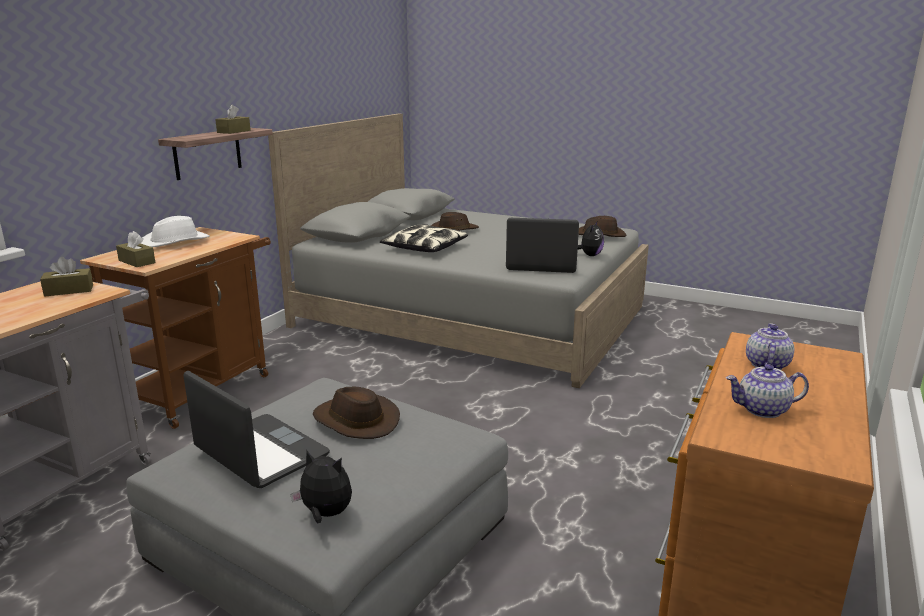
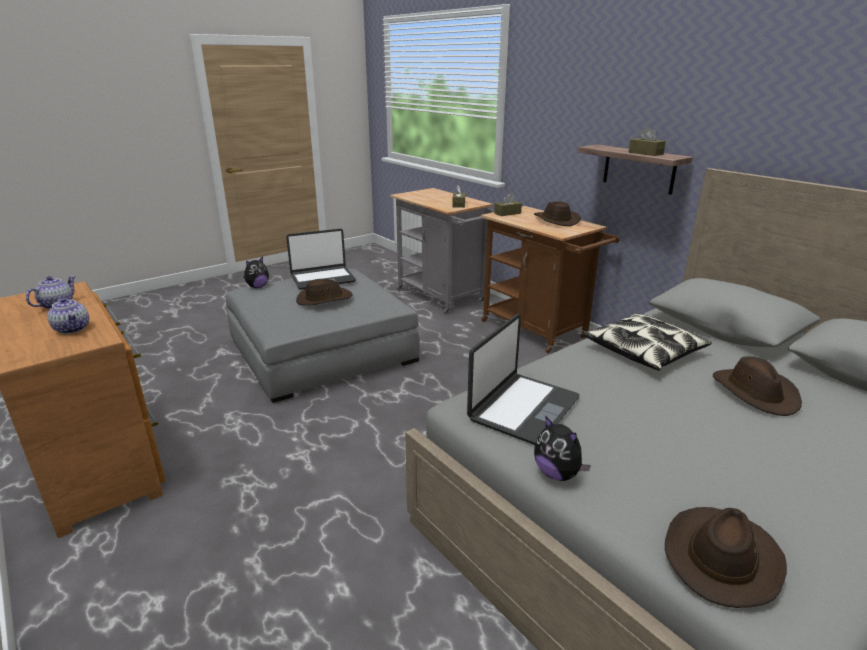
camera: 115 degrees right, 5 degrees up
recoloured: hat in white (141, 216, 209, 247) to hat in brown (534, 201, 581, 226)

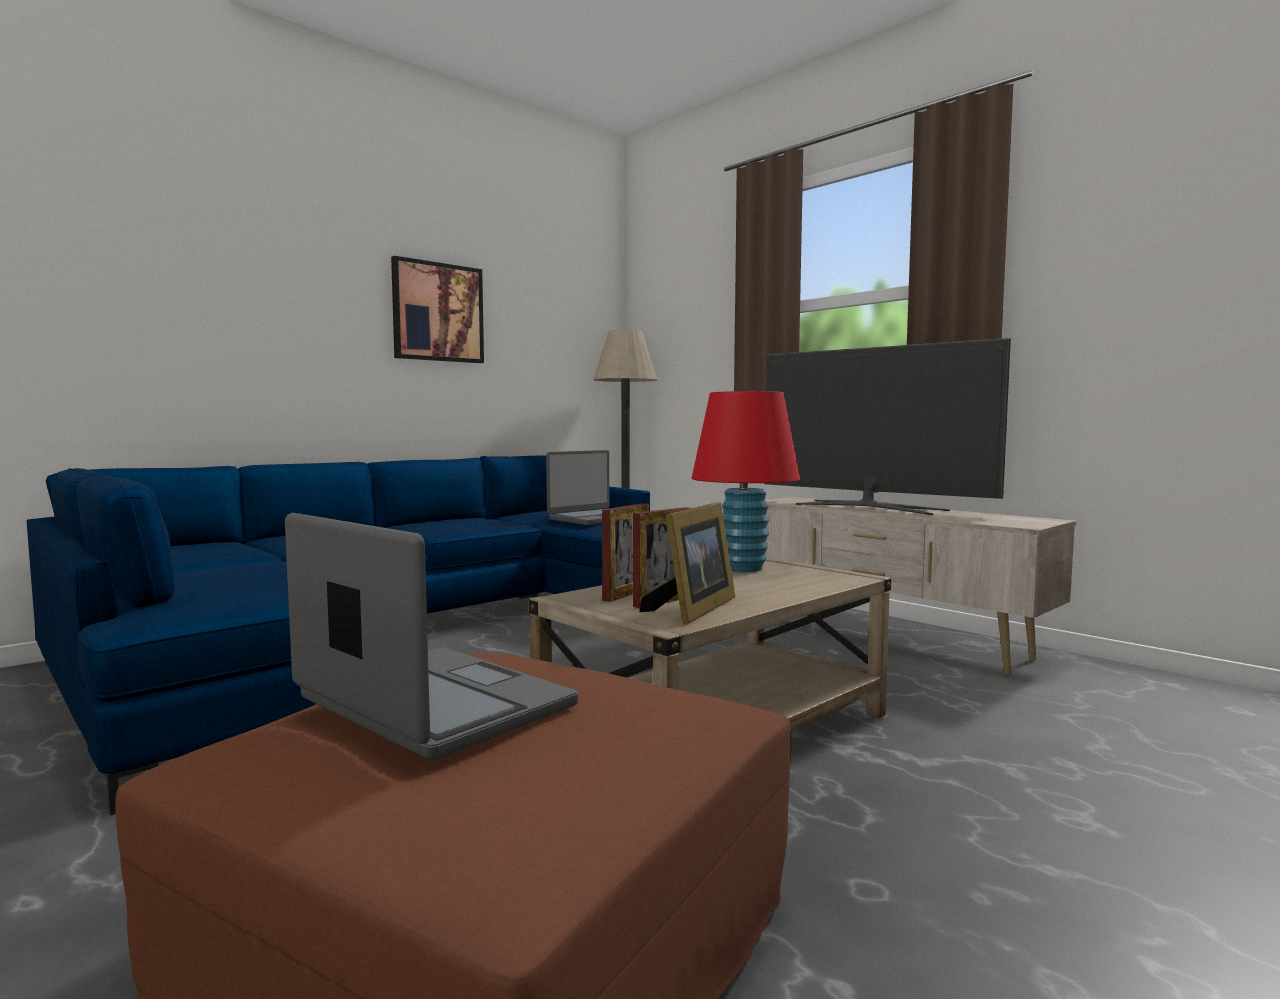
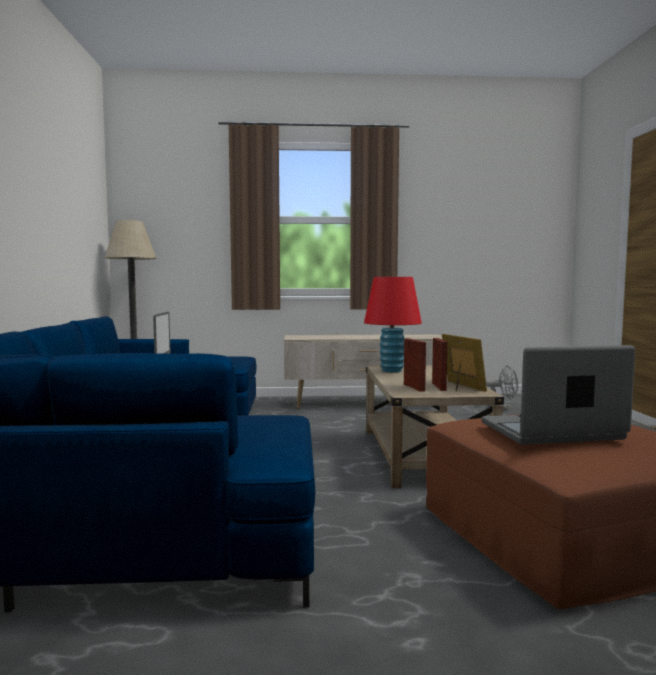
camera: 50 degrees left, 0 degrees up
removed: picture (391, 256, 484, 363); television (764, 338, 1011, 515)
added: fan in grey (486, 365, 518, 410)

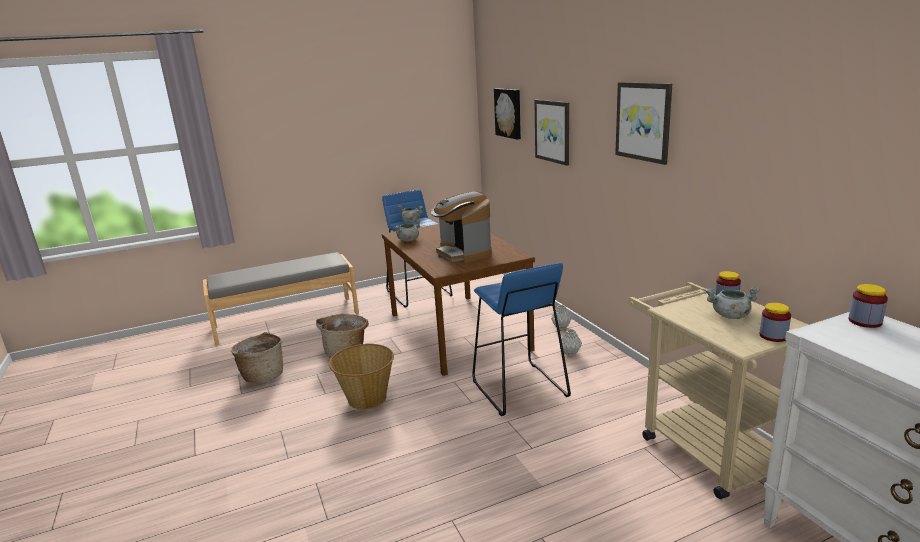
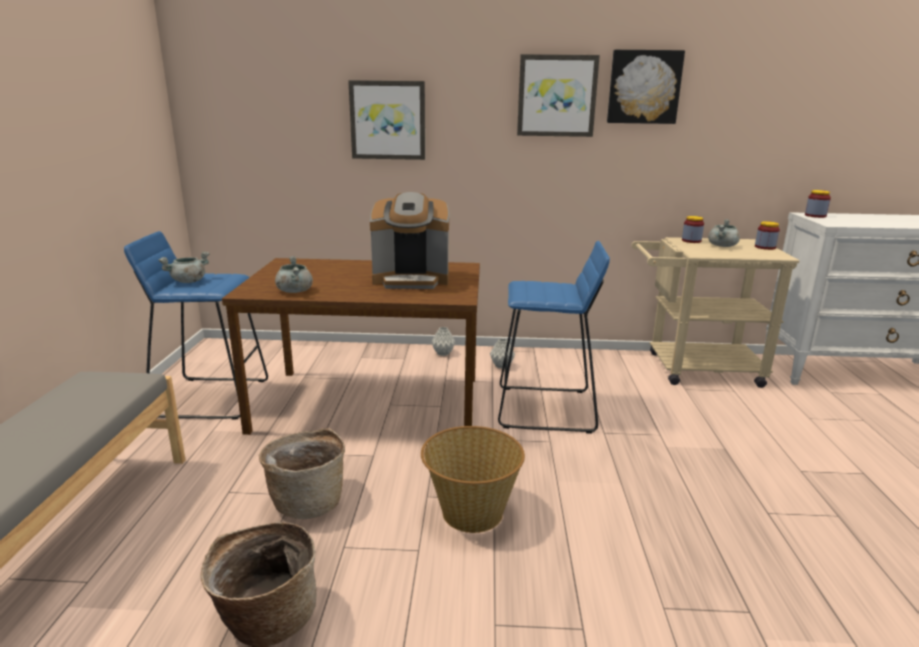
camera: 65 degrees left, 0 degrees up
moved: picture (494, 88, 521, 140) to (607, 50, 685, 124)

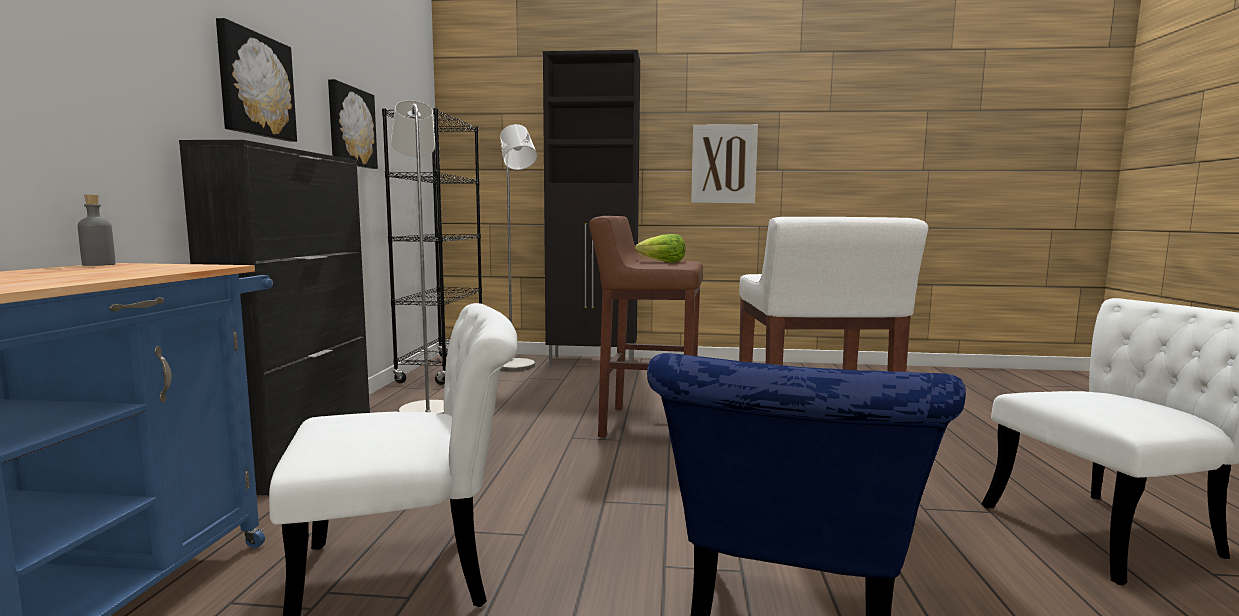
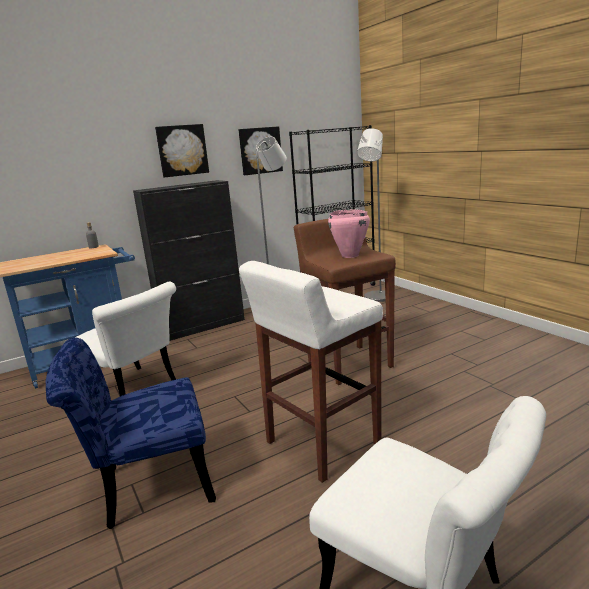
camera: 55 degrees right, 10 degrees up
removed: cabinet in black (543, 50, 640, 364); picture (691, 124, 758, 203)
replaced: lettuce (635, 234, 685, 263) to cooking pot in pink (328, 209, 370, 258)

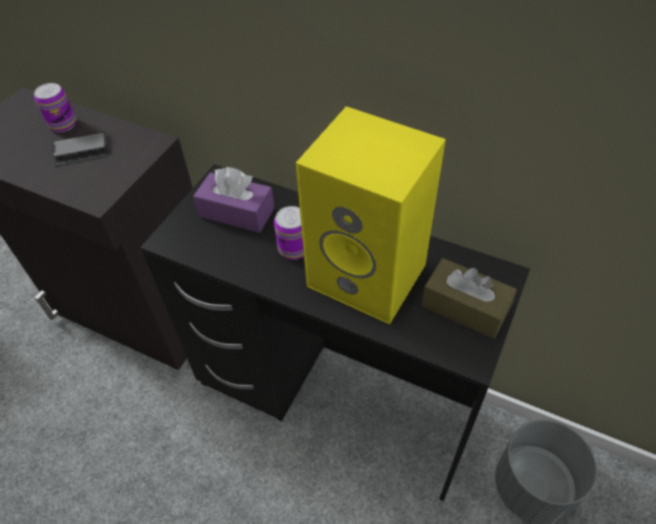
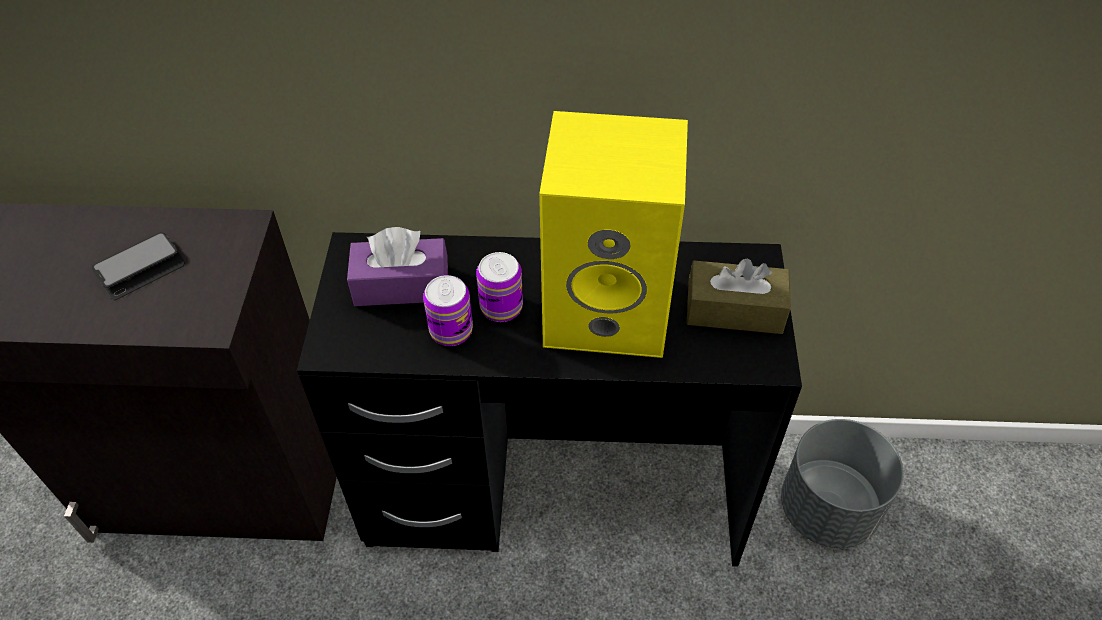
camera: 25 degrees left, 0 degrees up
moved: can (34, 83, 76, 132) to (423, 275, 473, 346)

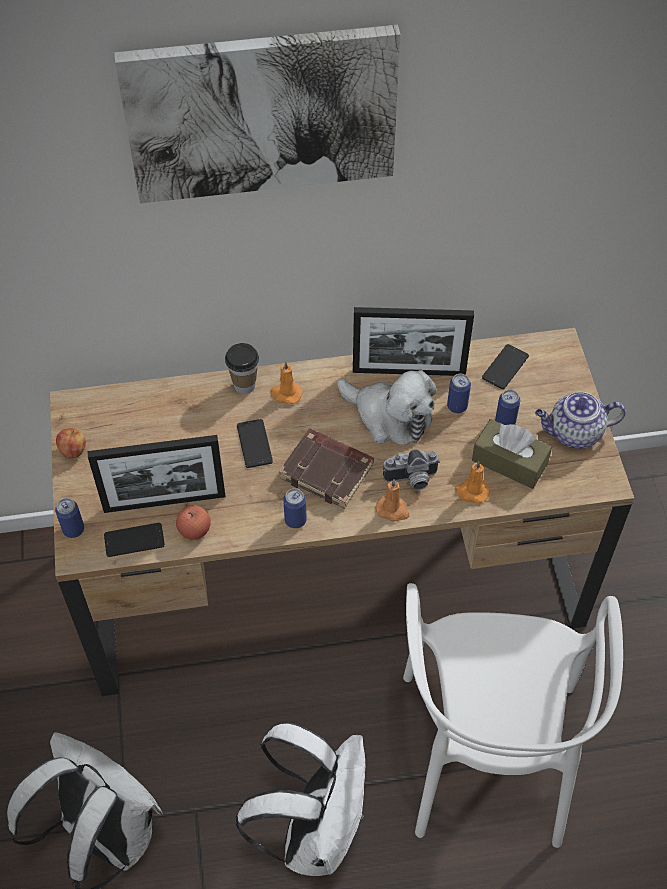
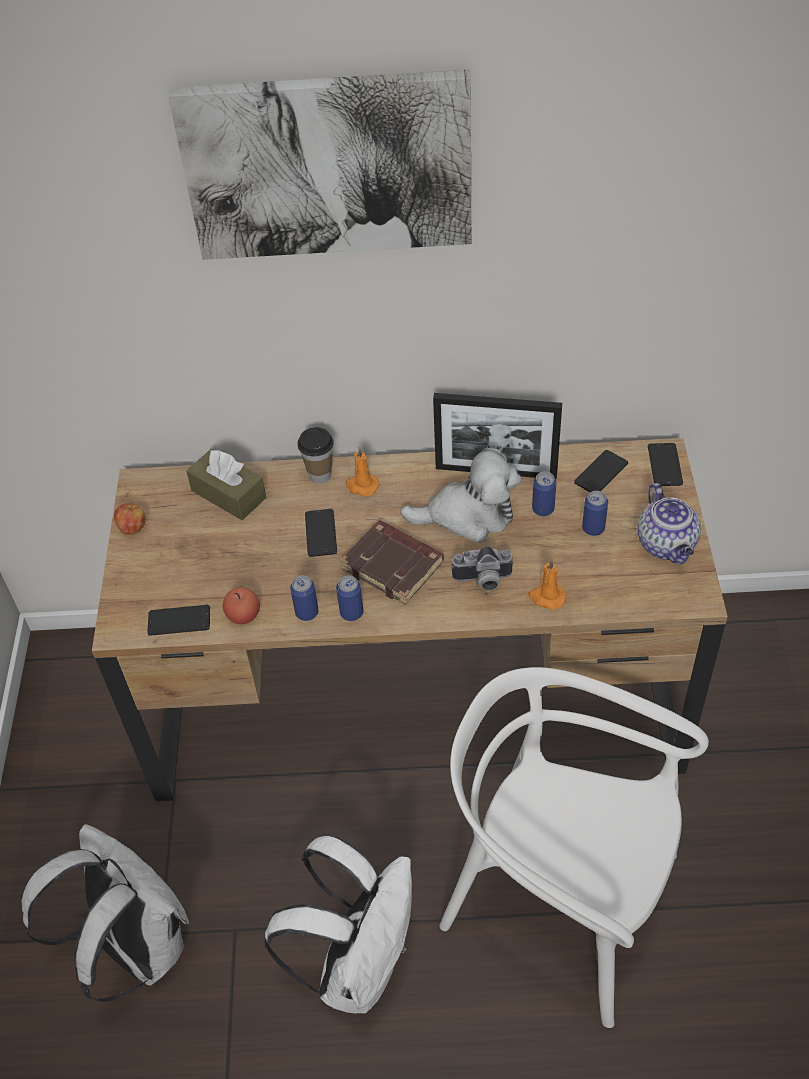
camera: 10 degrees right, 5 degrees down
removed: picture frame (88, 435, 226, 513); candle in orange (376, 479, 409, 522)
added: phone (648, 443, 683, 486)
moved: can (55, 498, 84, 538) to (290, 575, 318, 621); tissue box in brown (472, 419, 552, 489) to (186, 449, 266, 520)
turned: plush toy (337, 370, 437, 445) = (400, 448, 521, 543) 45 degrees counterclockwise; chair in white (403, 583, 623, 848) = (439, 667, 709, 1028) 105 degrees clockwise; teapot (535, 392, 626, 449) = (638, 483, 701, 565) 105 degrees counterclockwise

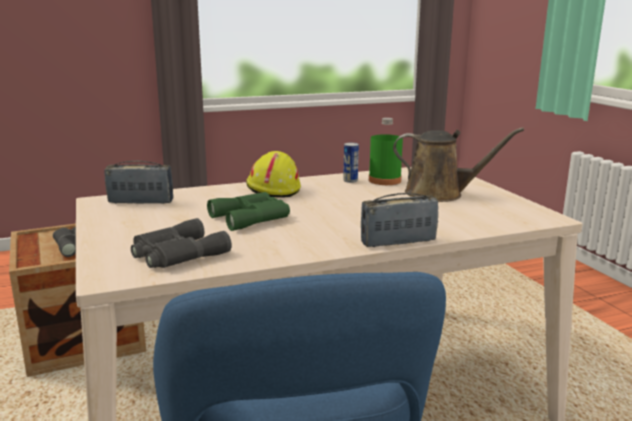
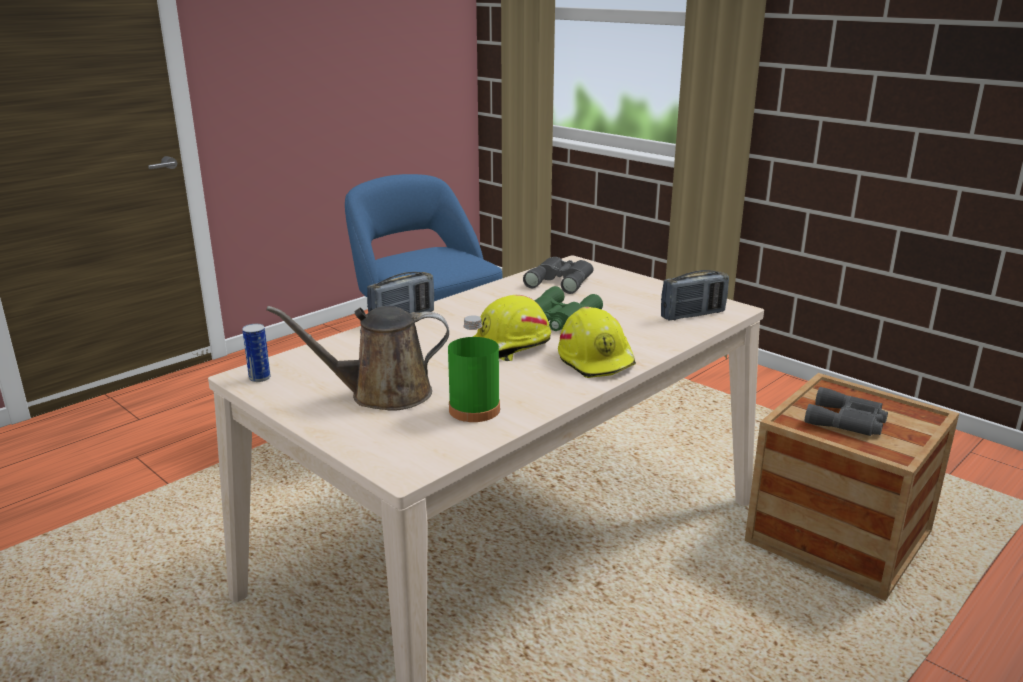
camera: 155 degrees right, 5 degrees up
added: hard hat in yellow (473, 295, 551, 361)
moved: can (343, 143, 359, 183) to (242, 324, 271, 382)

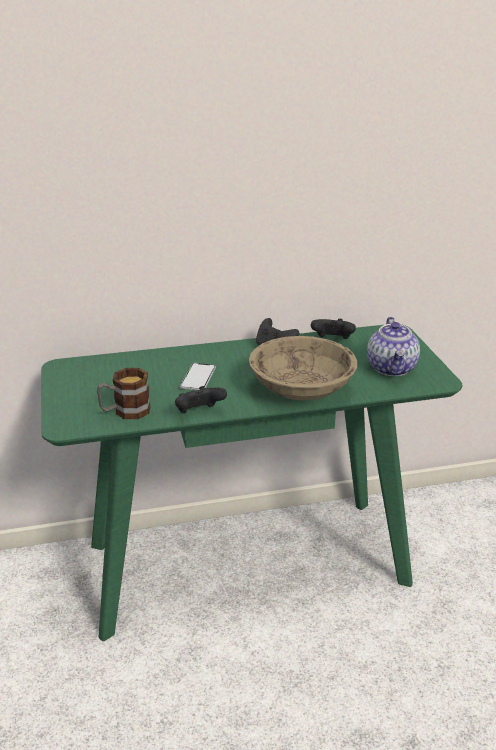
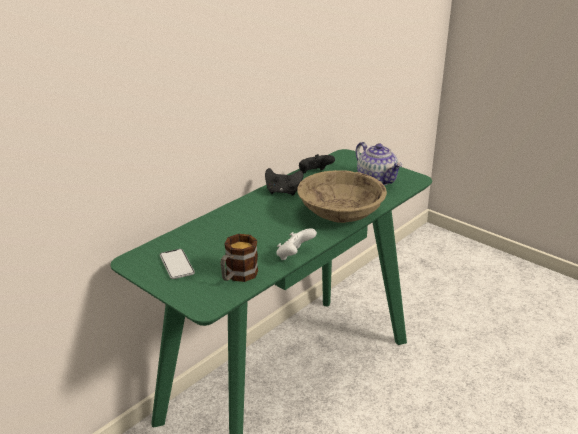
camera: 35 degrees left, 0 degrees up
moved: phone (180, 363, 216, 390) to (160, 249, 195, 279)
recoloured: game controller in black (175, 386, 227, 413) to game controller in white (276, 228, 317, 260)

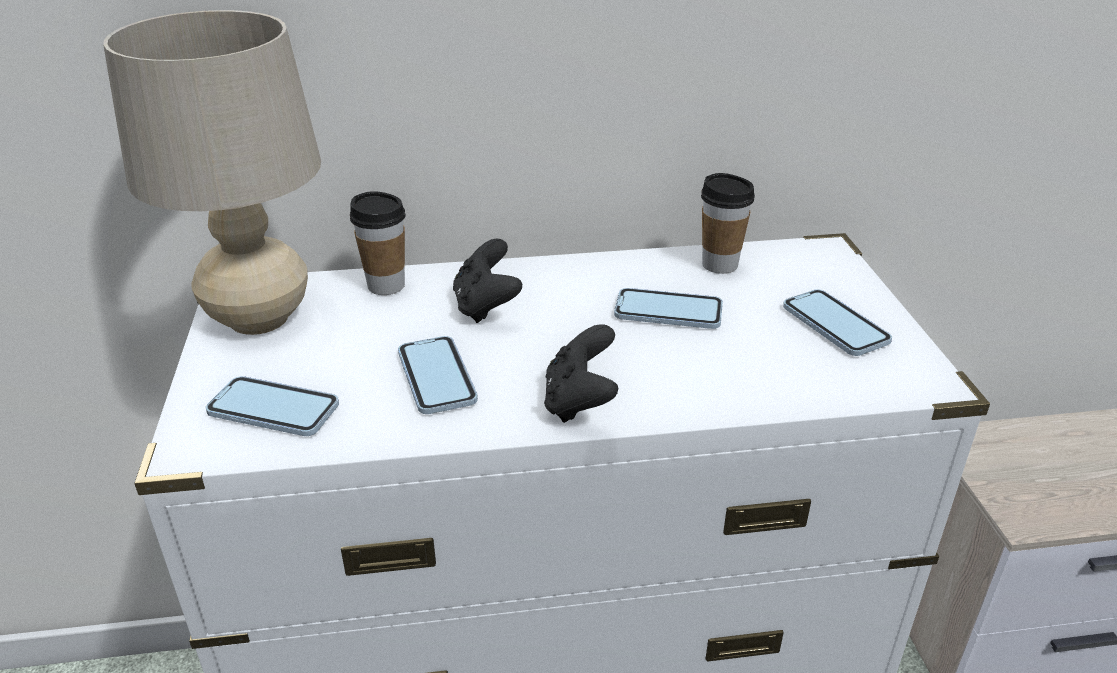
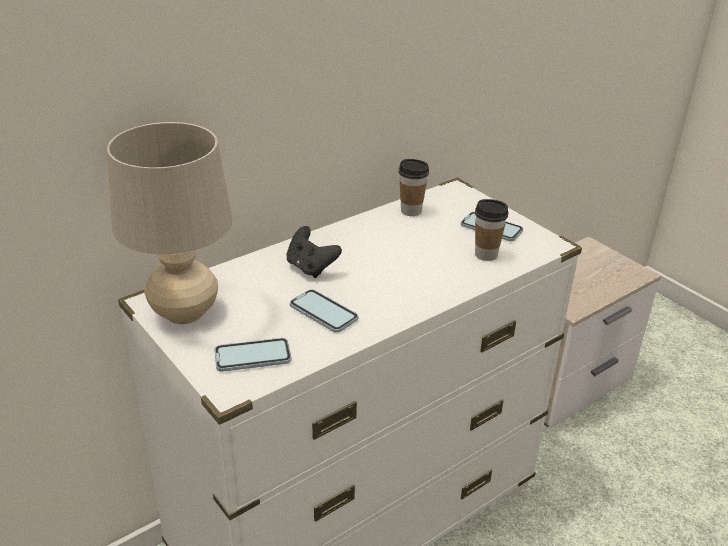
camera: 30 degrees left, 0 degrees up
removed: game controller in black (544, 324, 618, 423); phone (614, 288, 723, 329)
moved: cup (350, 191, 406, 295) to (475, 199, 509, 261)

